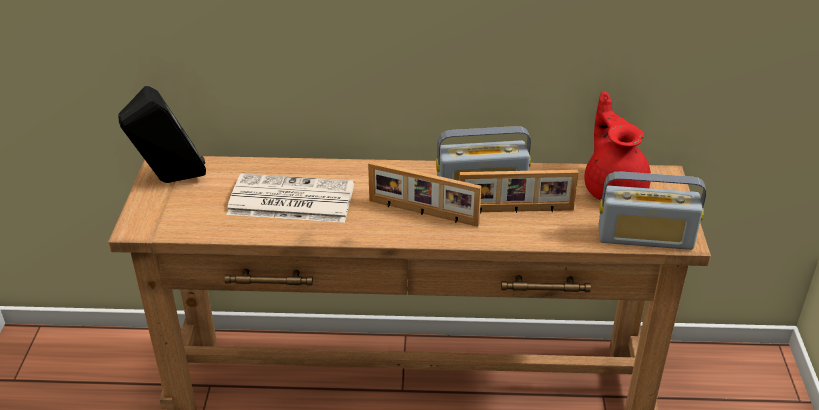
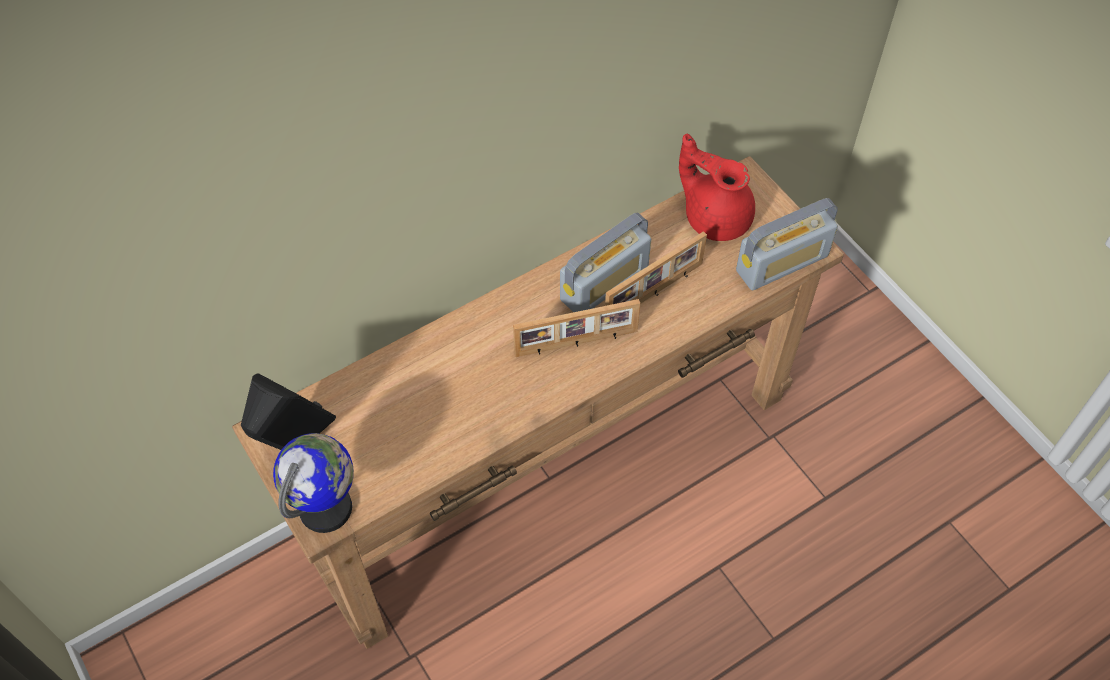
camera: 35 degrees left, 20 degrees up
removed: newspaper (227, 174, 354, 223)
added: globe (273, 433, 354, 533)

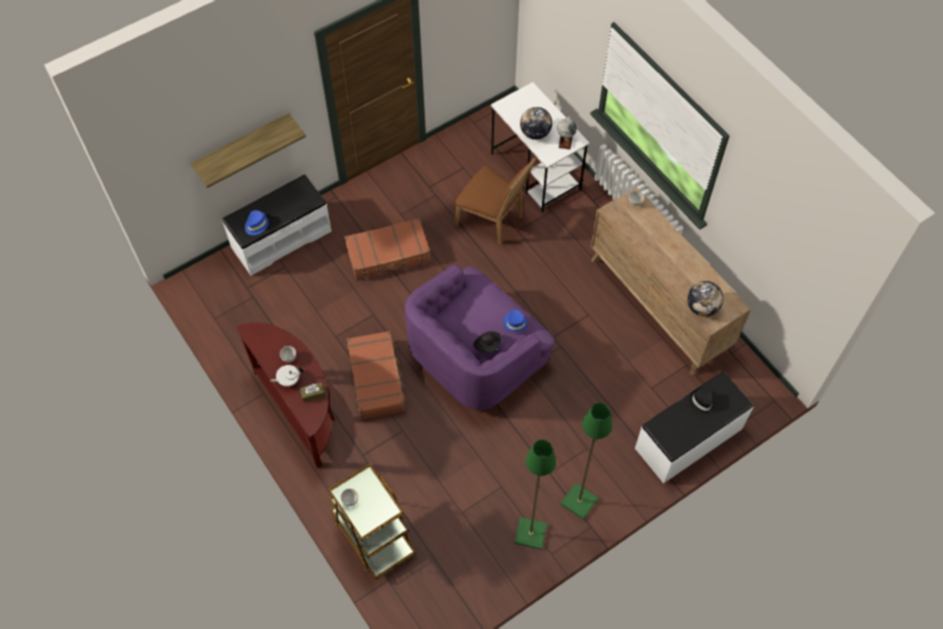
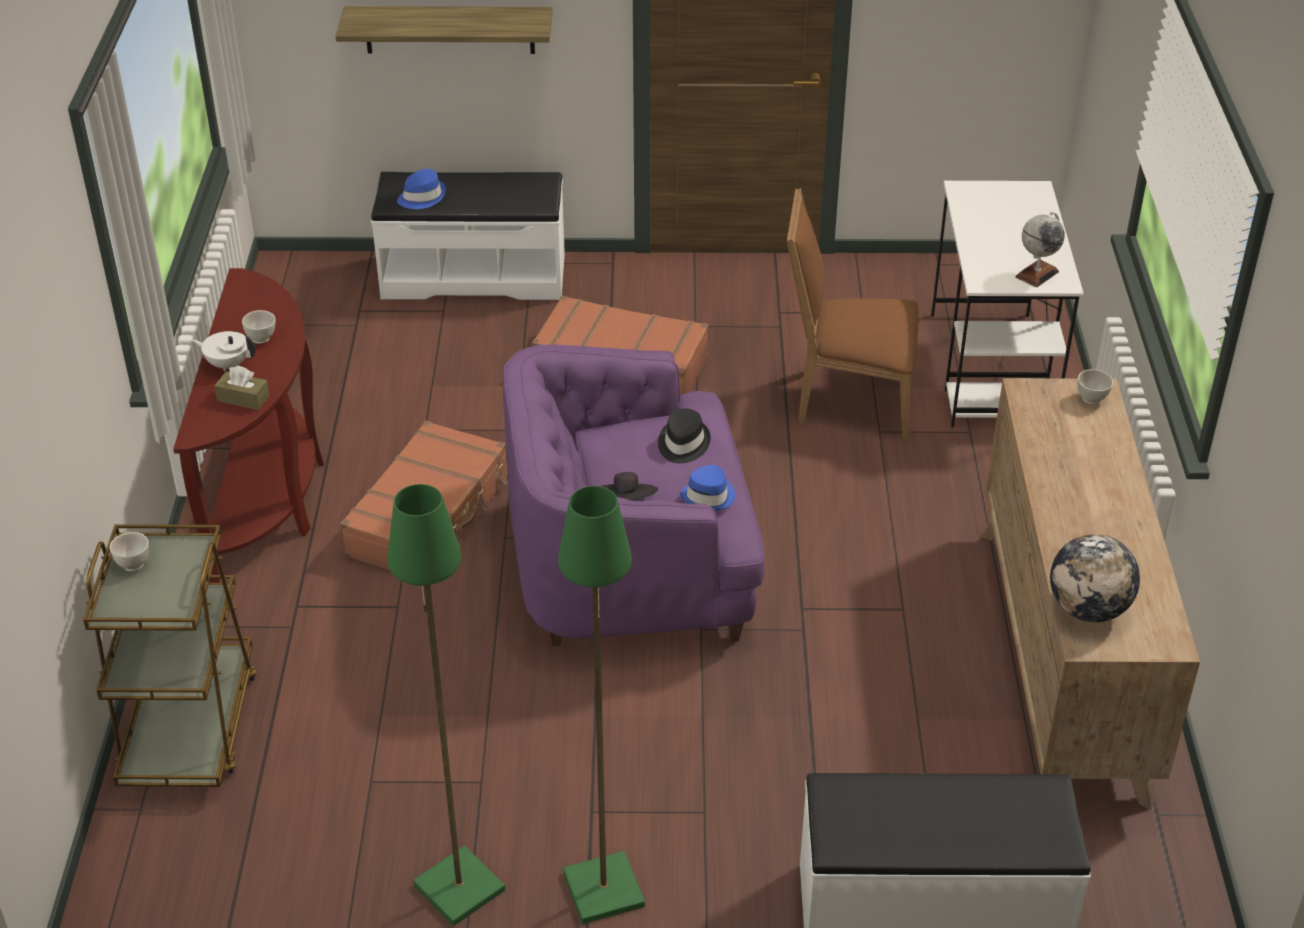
camera: 35 degrees right, 20 degrees down
removed: globe (520, 107, 552, 140)
moved: hat in black (690, 387, 715, 415) to (658, 408, 711, 463)
turned: chair in brown (454, 158, 536, 245) = (787, 188, 919, 440) 120 degrees clockwise

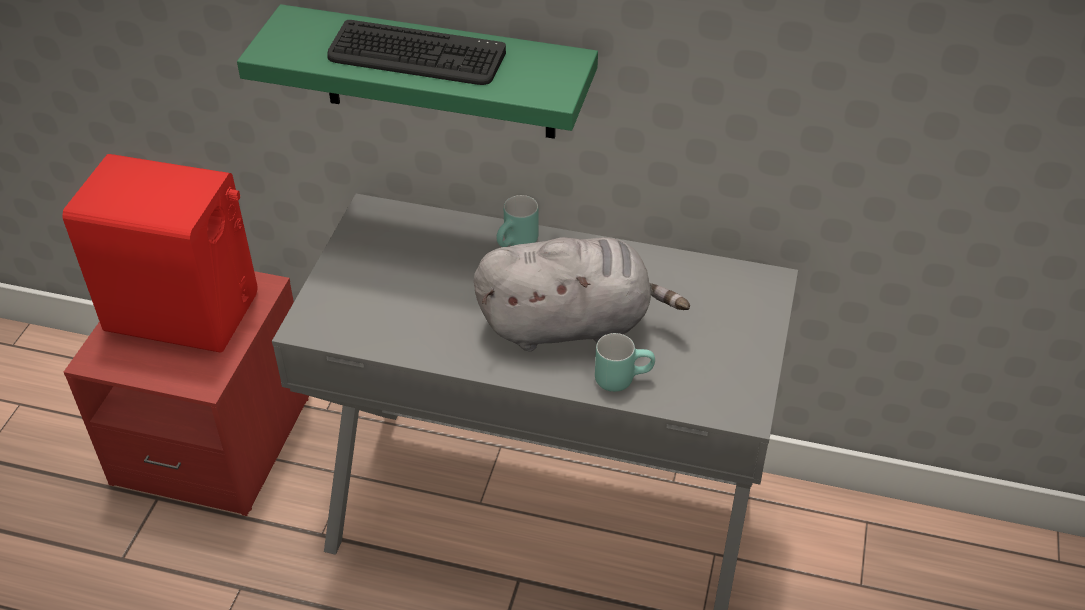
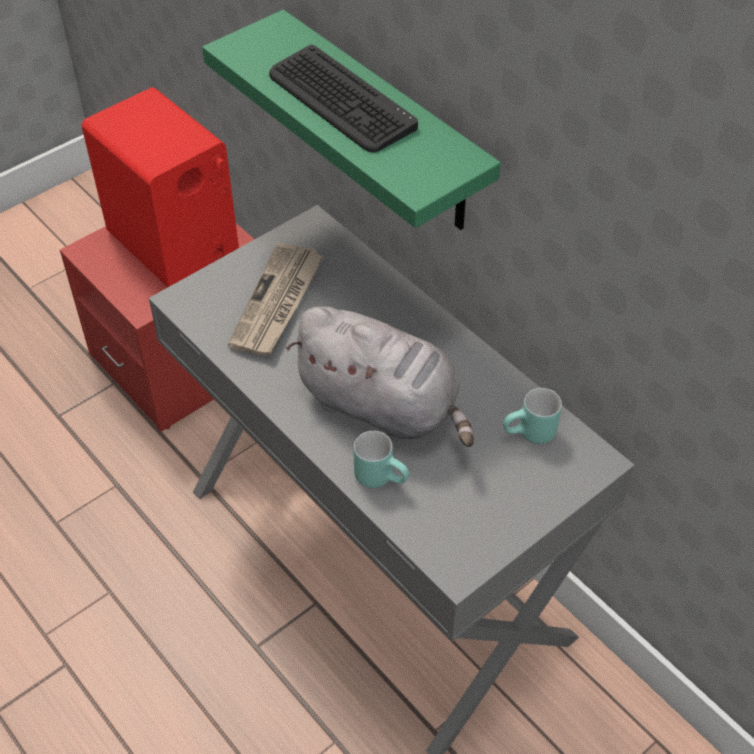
camera: 35 degrees right, 5 degrees up
added: newspaper (228, 243, 324, 356)
moved: mug in turquoise (496, 195, 538, 247) to (503, 388, 562, 444)

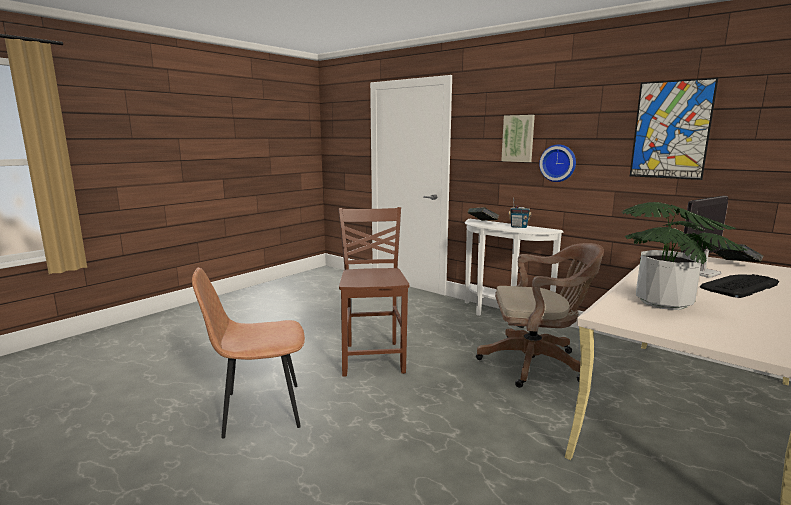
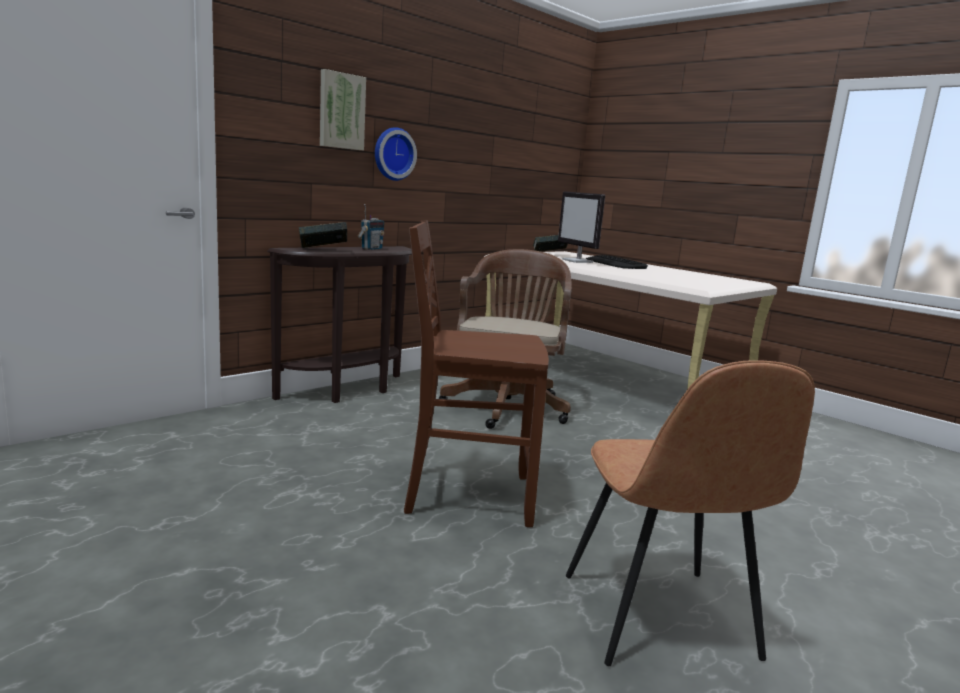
camera: 85 degrees left, 0 degrees up
removed: potted plant (622, 202, 748, 310); picture (630, 78, 718, 180)
recoloured: console table in white (465, 219, 563, 316) to console table in brown (267, 246, 412, 403)

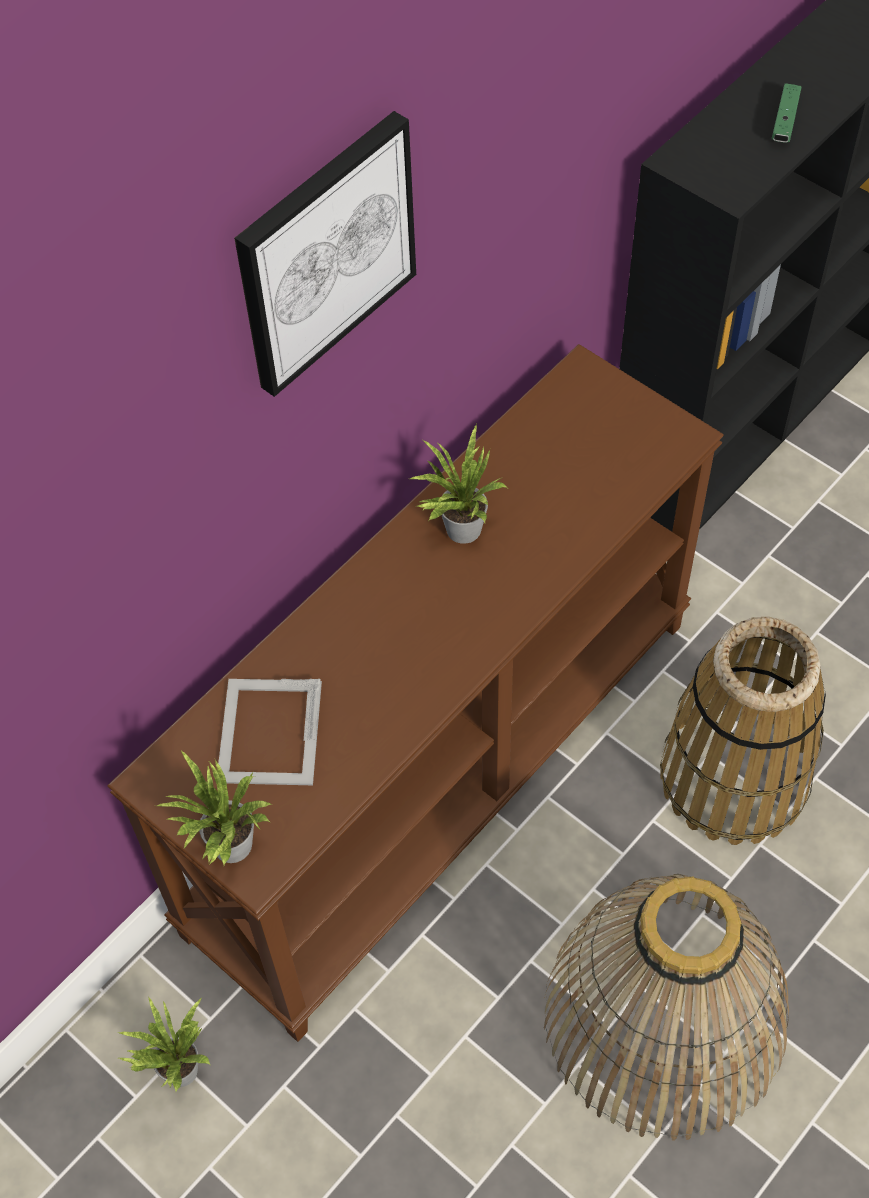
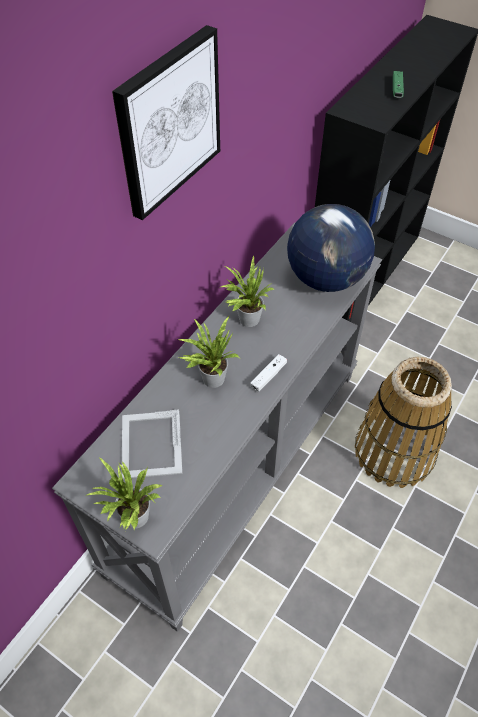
camera: 10 degrees left, 5 degrees down
removed: basket (544, 874, 789, 1141)
added: game controller in white (250, 354, 287, 392); globe (287, 204, 375, 292)
moved: potted plant (119, 996, 210, 1091) to (178, 316, 239, 388)
recoloured: console table in brown (107, 344, 724, 1042) to console table in grey (52, 222, 382, 632)

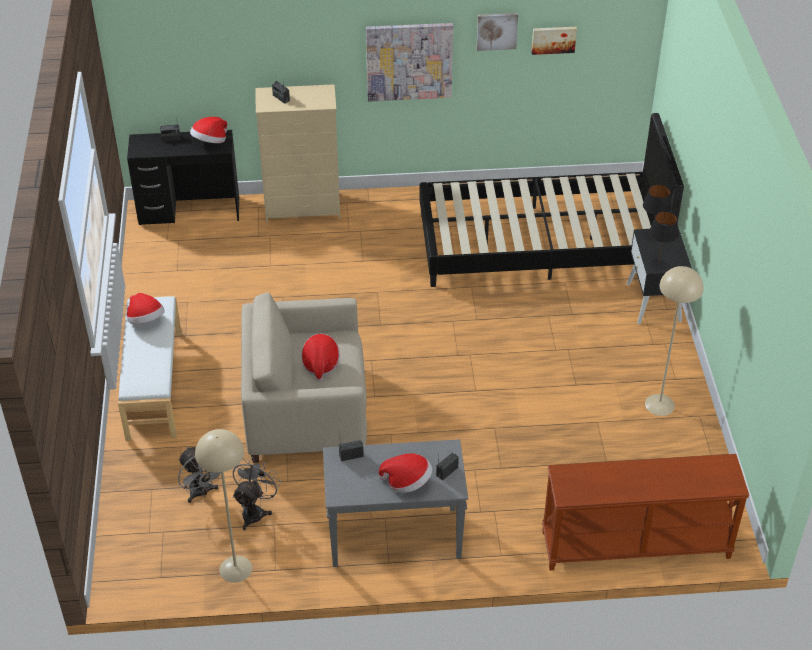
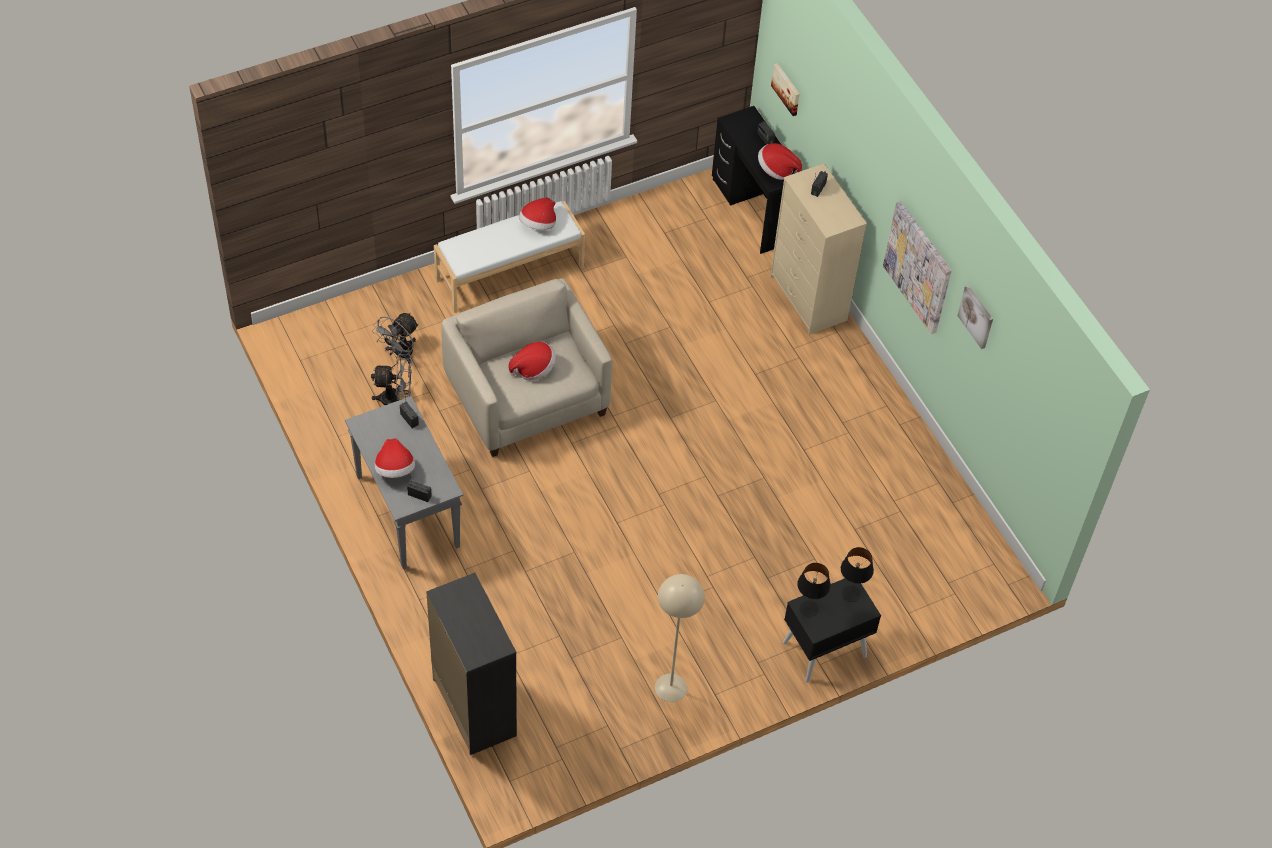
camera: 65 degrees right, 10 degrees up
removed: floor lamp in beige (195, 429, 252, 583); bed in black (419, 113, 684, 287)
moved: picture (531, 27, 577, 55) to (771, 63, 800, 116)
replaced: console table in brown (542, 454, 749, 570) to dresser in black (426, 573, 517, 755)

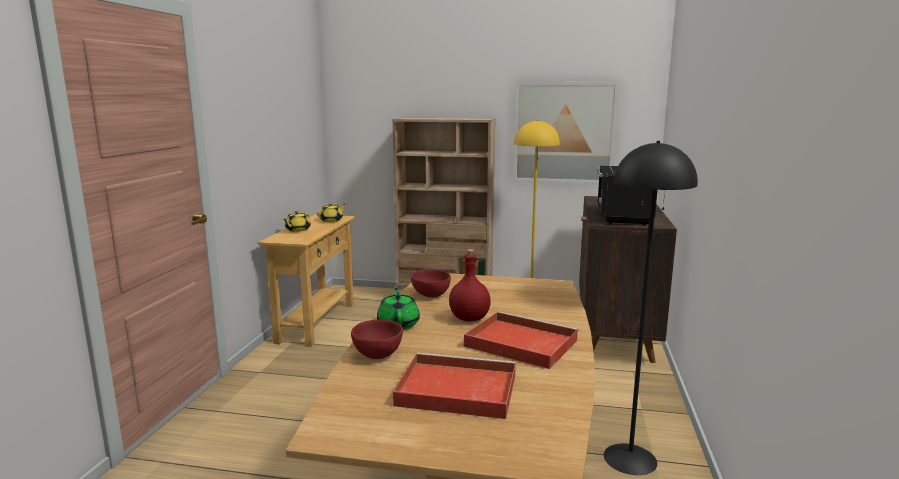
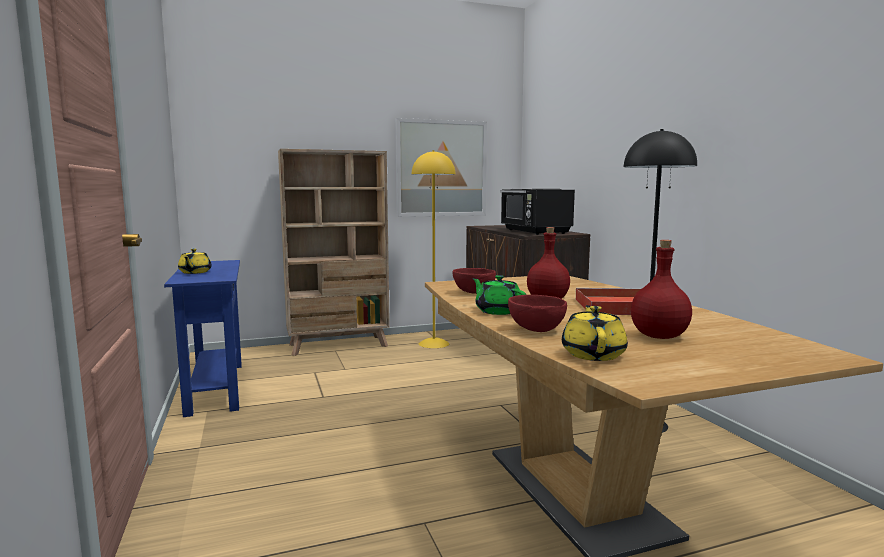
camera: 30 degrees left, 5 degrees down
moved: teapot in yellow (317, 203, 345, 222) to (562, 305, 628, 361)
replaced: tray in red (393, 352, 516, 419) to bottle in red (631, 240, 692, 339)
recoloured: console table in beige (258, 214, 355, 347) to console table in blue (164, 260, 242, 417)

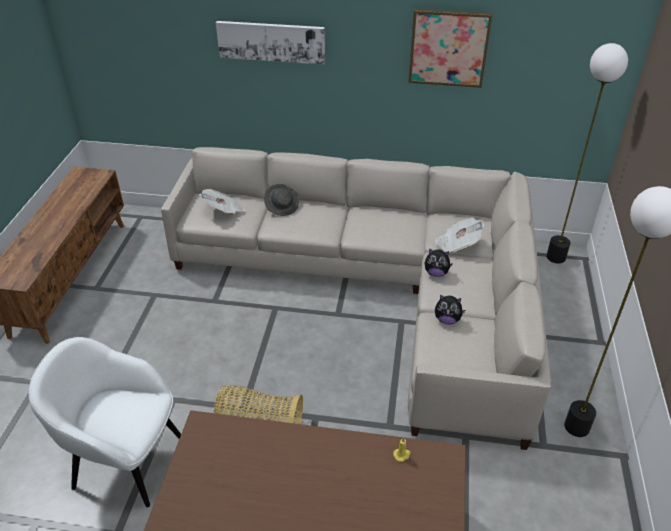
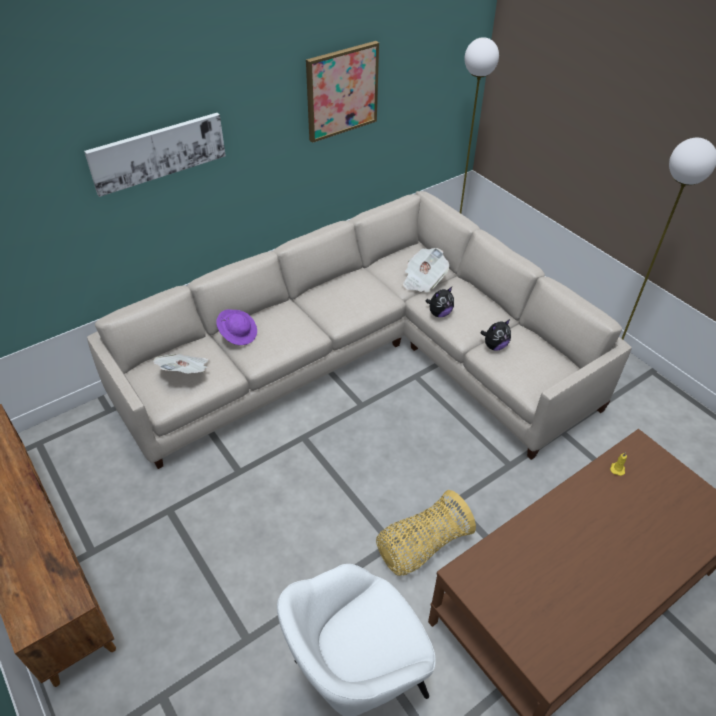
camera: 45 degrees left, 5 degrees up
recoloured: hat in grey (264, 184, 299, 216) to hat in purple (216, 309, 257, 345)

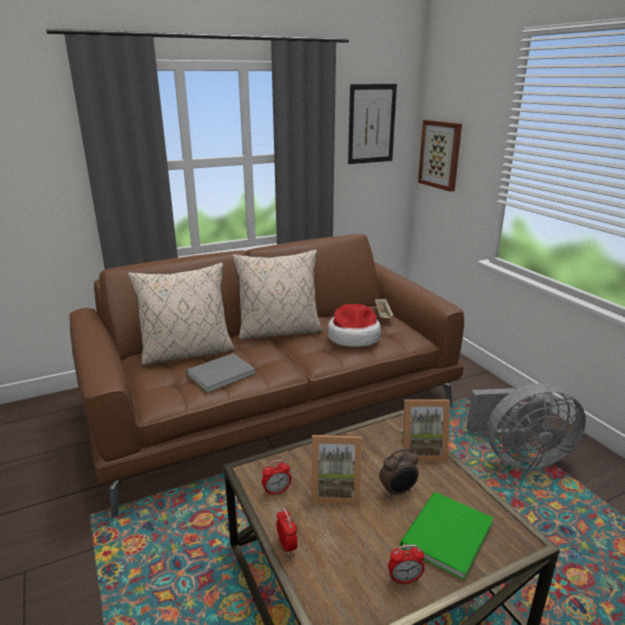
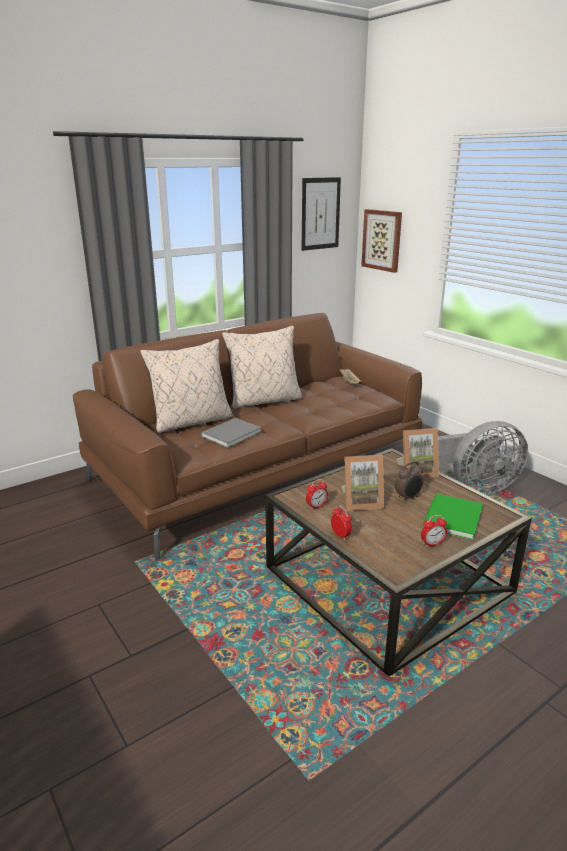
camera: 10 degrees left, 0 degrees up
removed: hat (328, 304, 381, 347)

